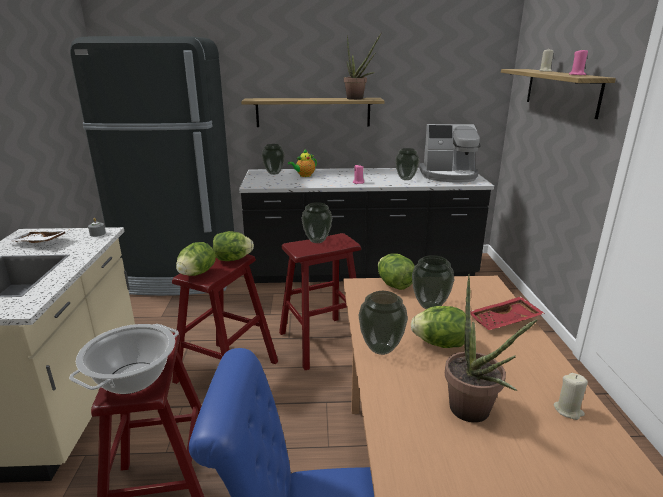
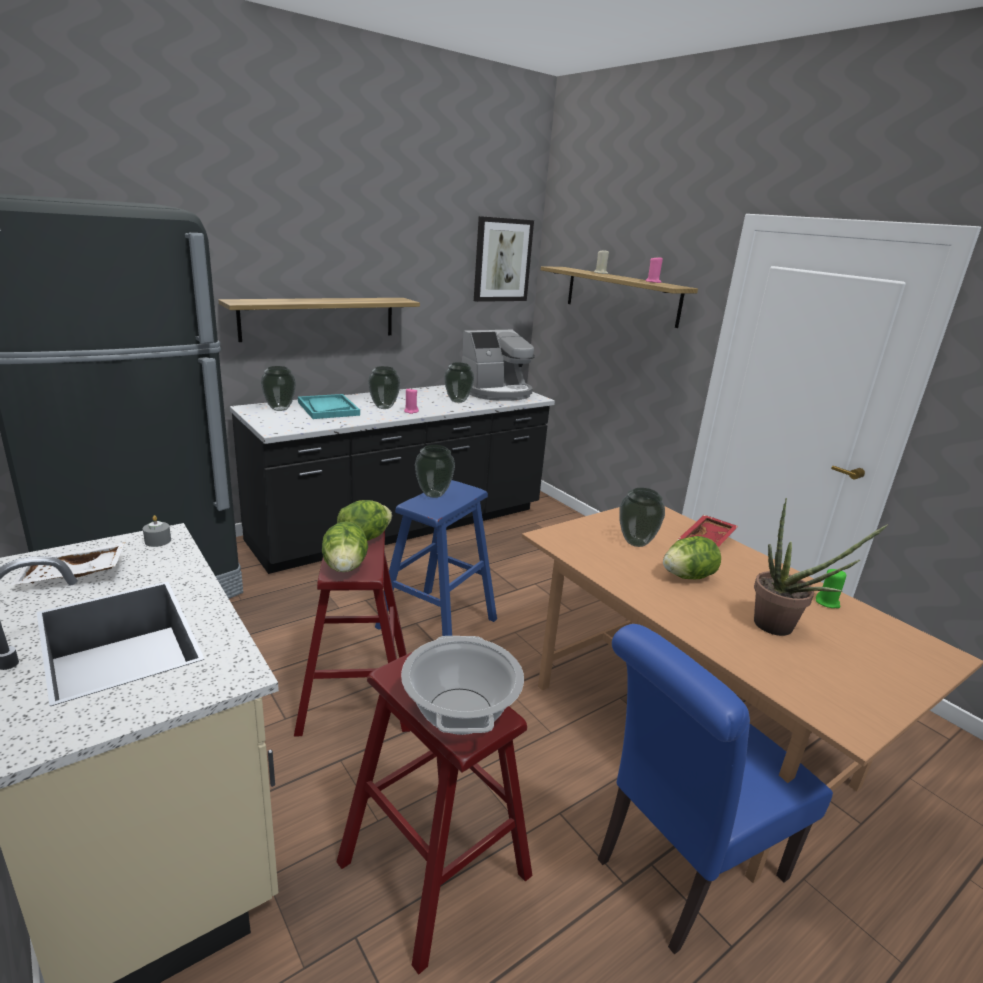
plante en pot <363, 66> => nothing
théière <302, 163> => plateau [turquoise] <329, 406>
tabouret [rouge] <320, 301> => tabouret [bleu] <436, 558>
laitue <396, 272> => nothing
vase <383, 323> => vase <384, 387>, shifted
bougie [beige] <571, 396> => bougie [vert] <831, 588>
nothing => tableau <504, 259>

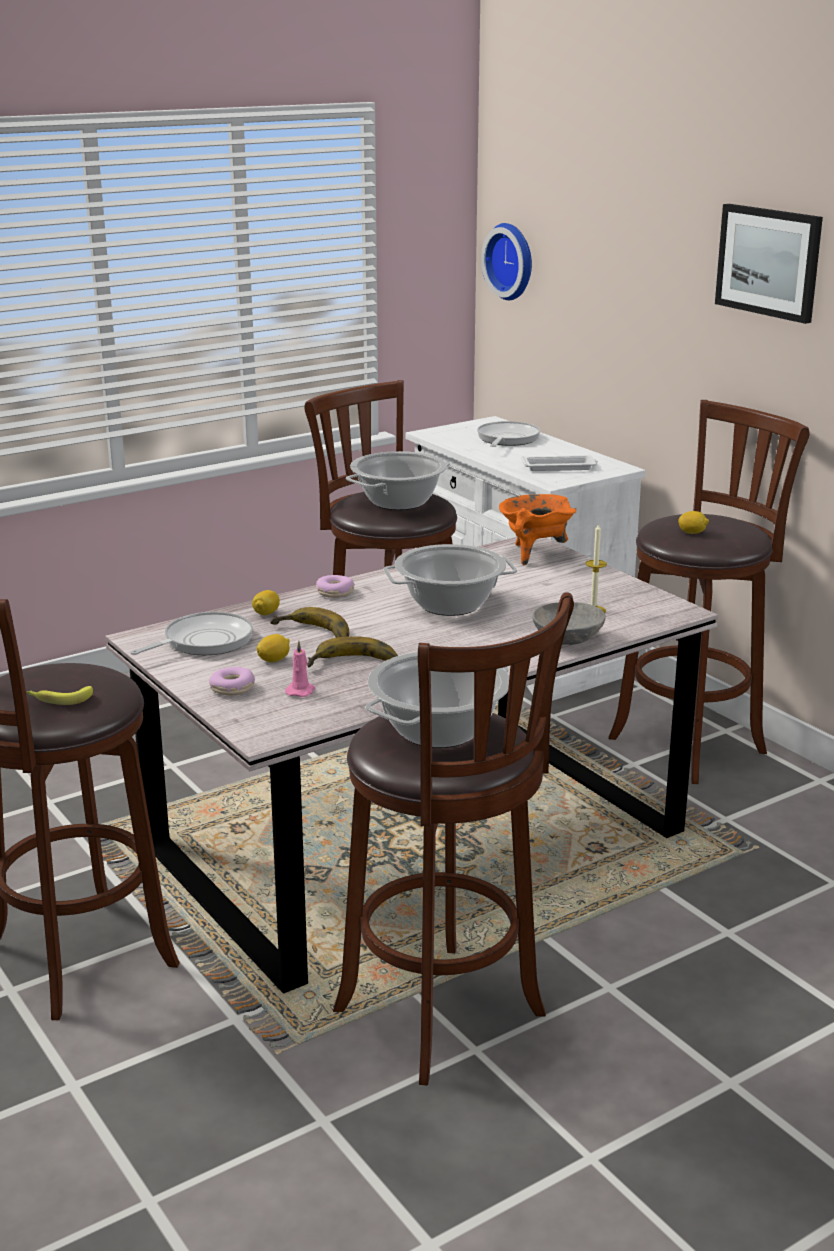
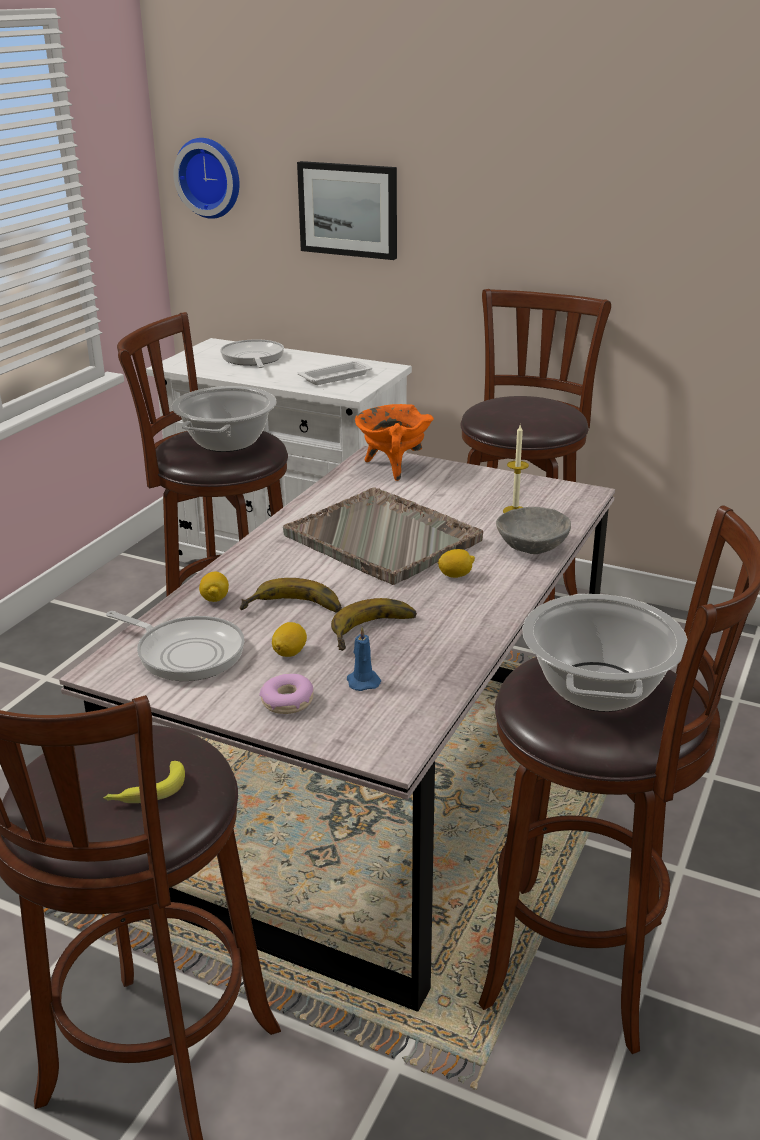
tableau <769, 264> => tableau <347, 210>, shifted
citron <693, 522> => citron <456, 563>, shifted
marmite <450, 580> => plateau [gris] <383, 536>
beignet <335, 586> => nothing
poêle <191, 633> => poêle <175, 646>, 105 degrees clockwise
bougie [rose] <300, 669> => bougie [bleu] <364, 658>

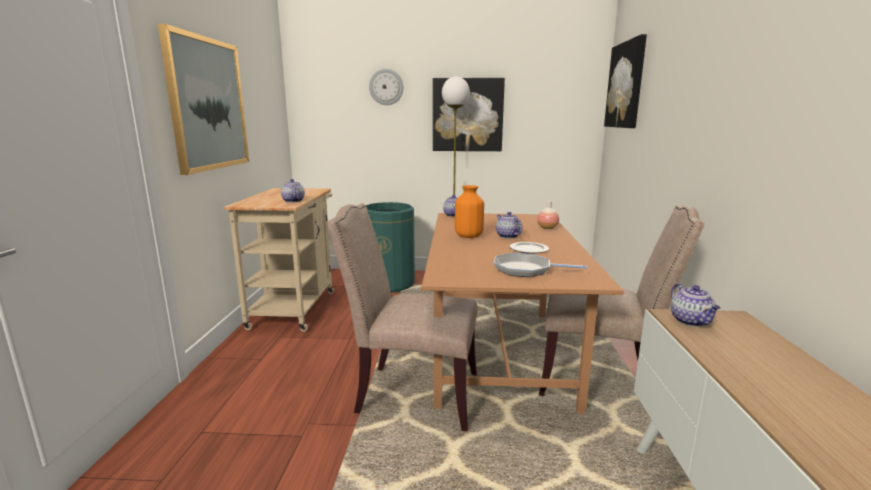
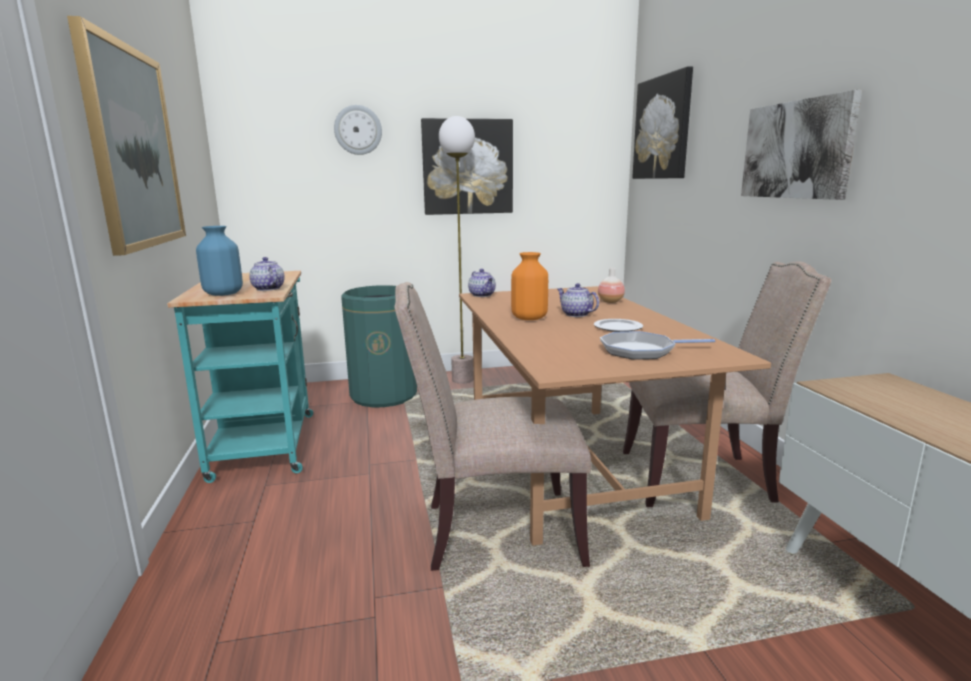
chariot [beige] <279, 260> => chariot [turquoise] <240, 377>
théière <695, 305> => nothing
nothing => tableau <801, 145>
nothing => vase [bleu] <219, 261>

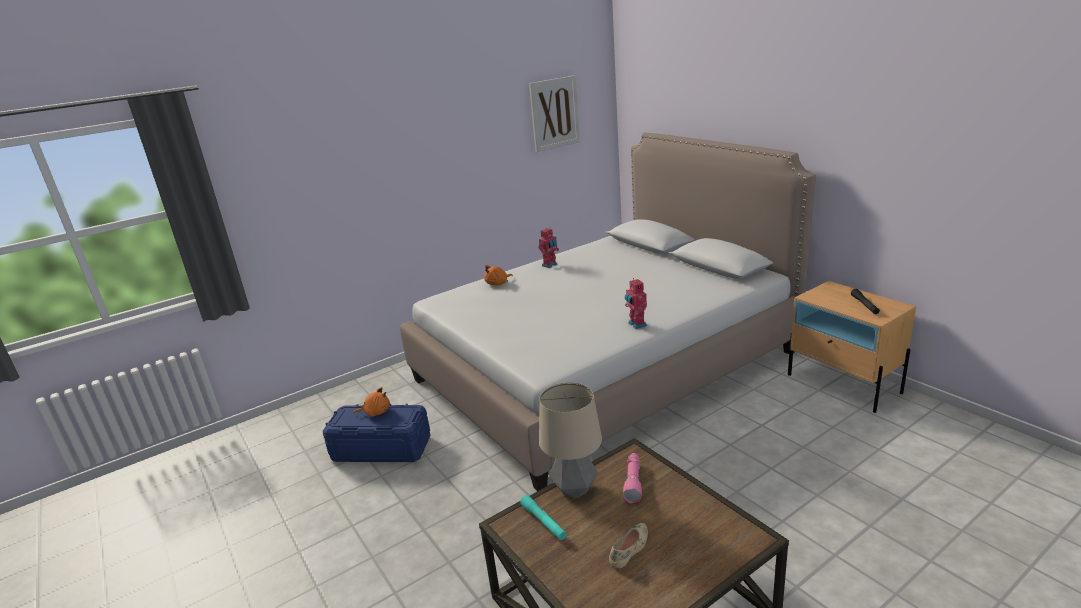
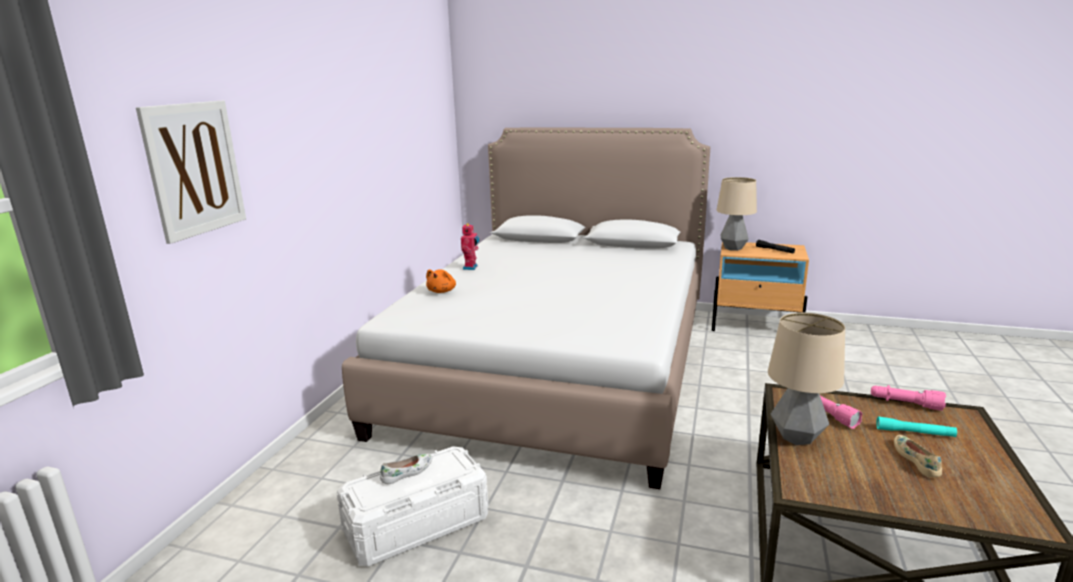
tableau <554, 113> => tableau <191, 172>, shifted
robot jouet <636, 303> => nothing
peluche [orange] <371, 402> => chaussure [blanc] <406, 469>
boîte de rangement [bleu] <377, 433> => boîte de rangement [blanc] <412, 506>
lampe de poche [turquoise] <543, 517> => lampe de poche [turquoise] <916, 426>, shifted
nothing => lampe de table <737, 214>
nothing => lampe de poche [rose] <908, 398>

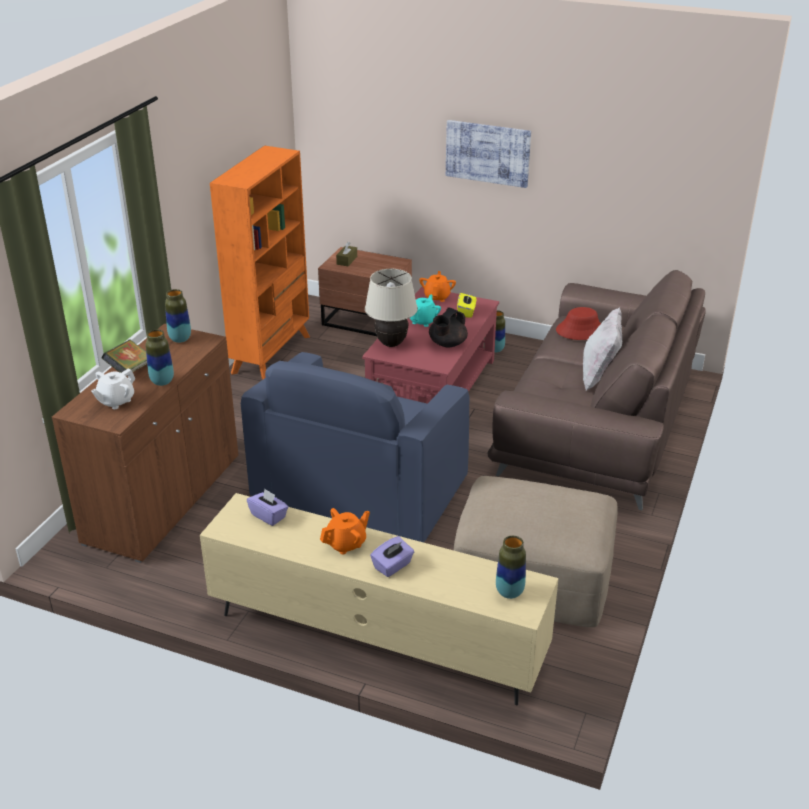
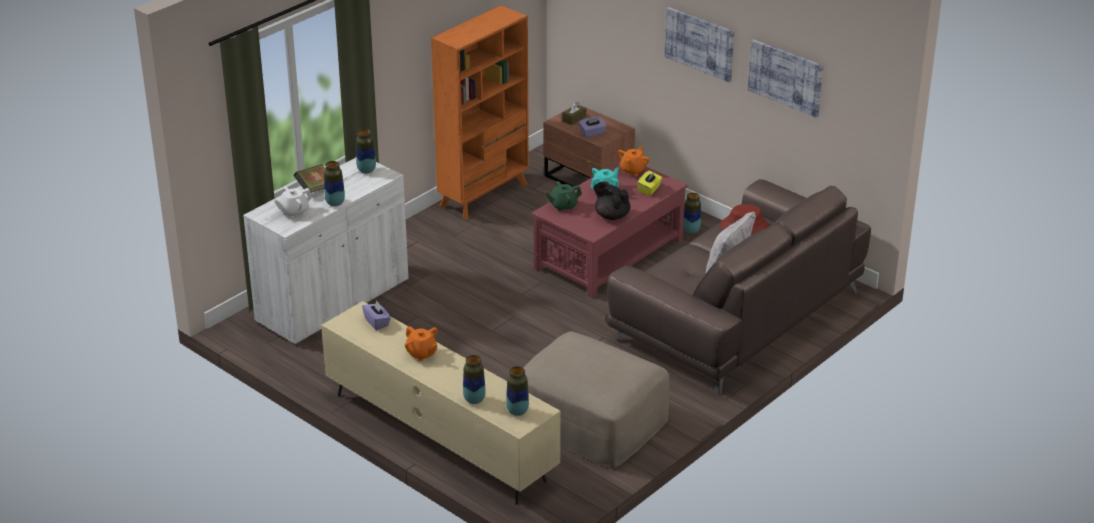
lampe de table [beige] <391, 308> => théière [vert] <563, 196>
théière [noir] <448, 327> => théière [noir] <611, 201>, 75 degrees clockwise
meuble de rangement [marron] <145, 443> => meuble de rangement [blanc] <326, 251>
fauteuil [bleu] <355, 447> => nothing
théière [orange] <345, 531> => théière [orange] <421, 343>, 60 degrees clockwise
boîte à mouchoirs [violet] <392, 556> => boîte à mouchoirs [violet] <592, 127>, shifted
nothing => tableau <785, 78>
nothing => vase <474, 379>

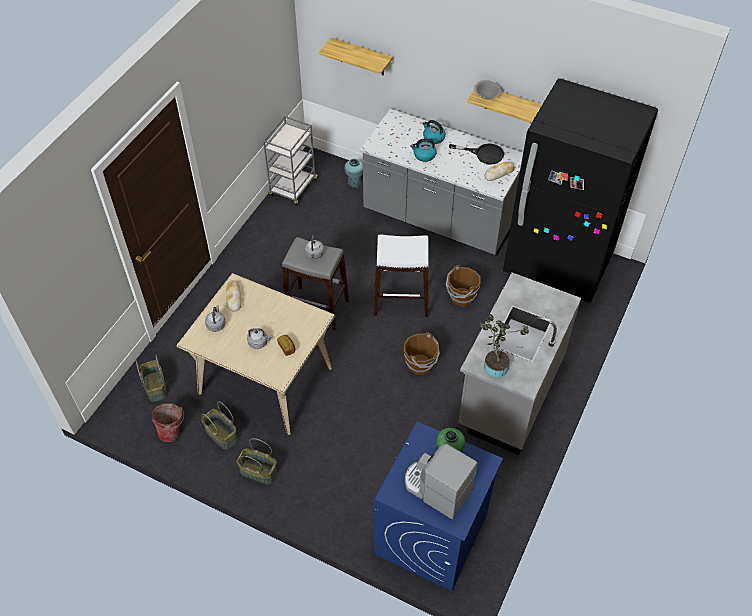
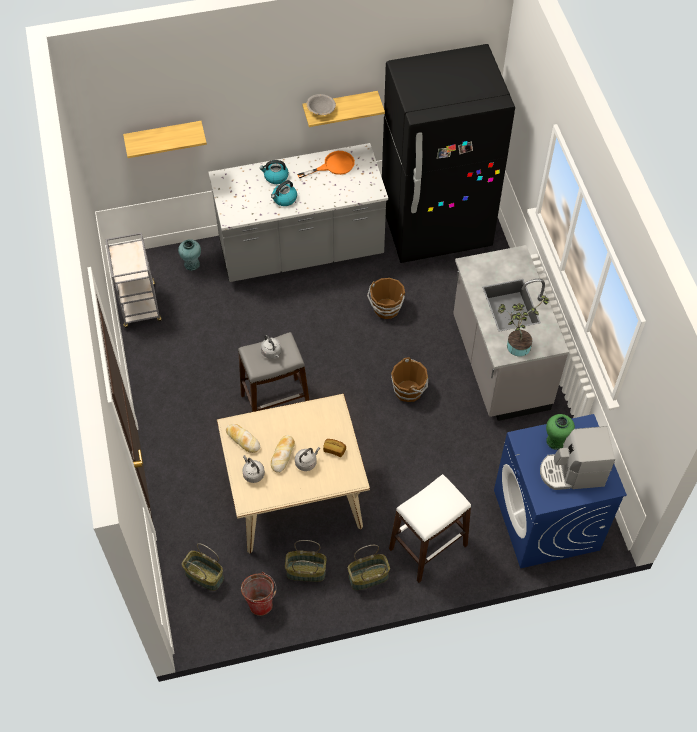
poêle [noir] <476, 154> => poêle [orange] <326, 164>
pain <500, 171> => pain <283, 454>, shifted
tabouret [blanc] <401, 276> => tabouret [blanc] <430, 528>, shifted

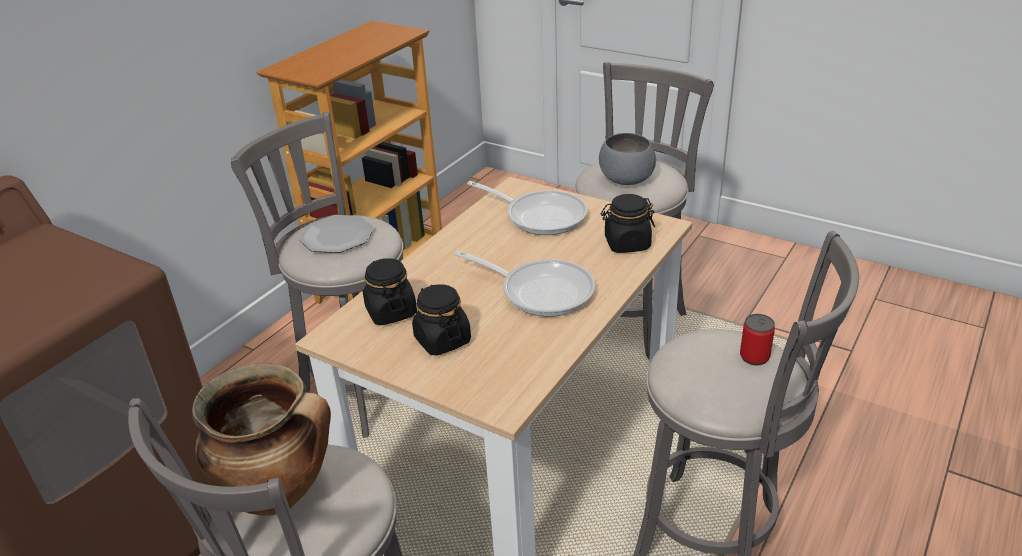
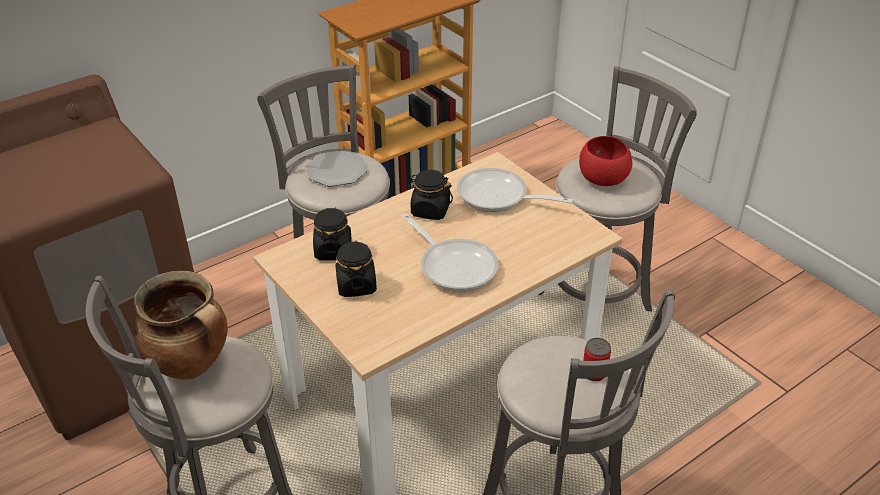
bol [gris] <627, 159> => bol [rouge] <605, 161>
poêle <527, 208> => poêle <515, 190>, 150 degrees clockwise
bocal [noir] <628, 223> => bocal [noir] <430, 195>, shifted

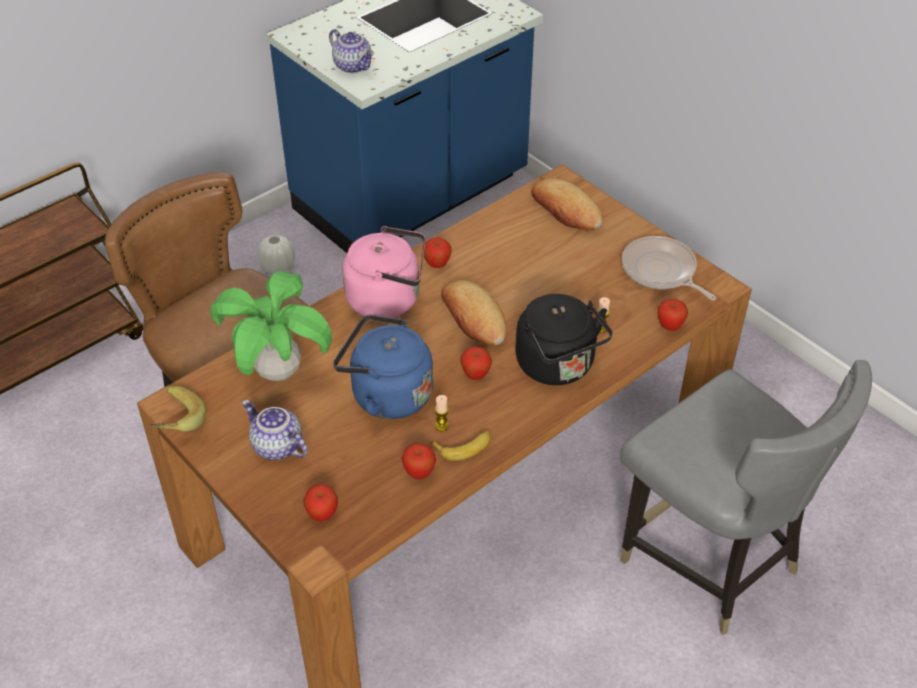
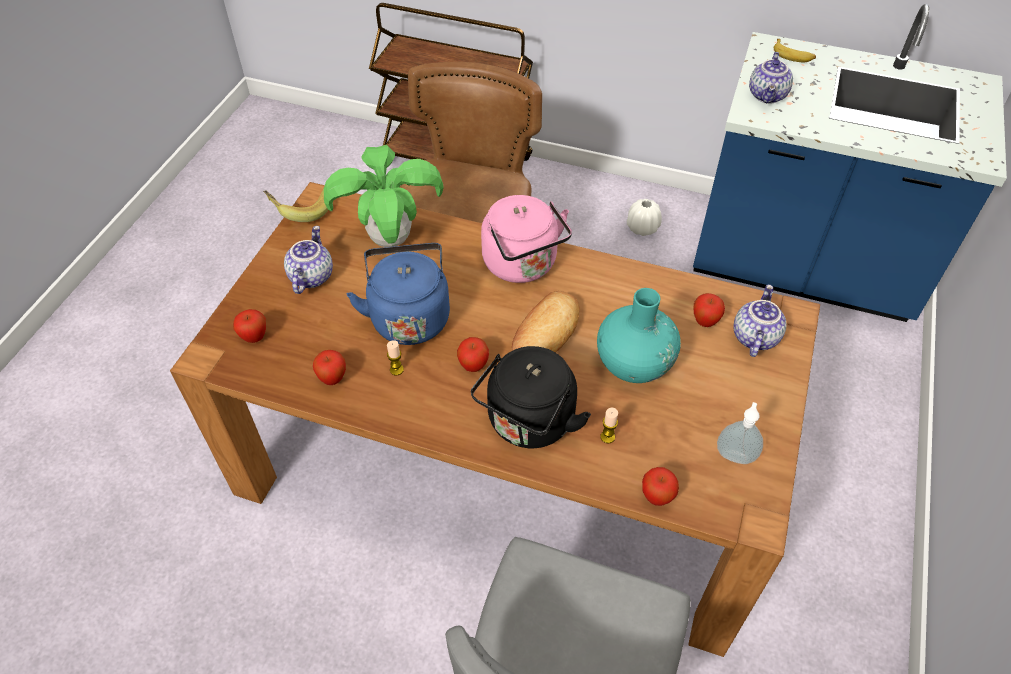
pain <567, 204> => théière <760, 321>
poêle <669, 268> => distributeur de savon <740, 433>
pomme <438, 252> => pomme <709, 310>, shifted
banane <460, 445> => banane <795, 50>, shifted
nothing => vase [turquoise] <639, 335>

